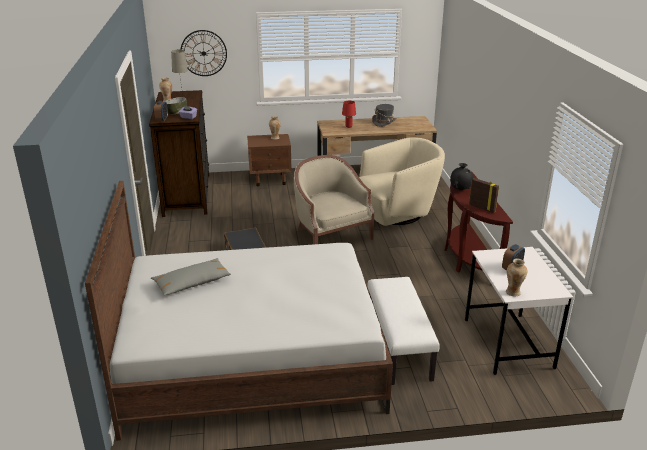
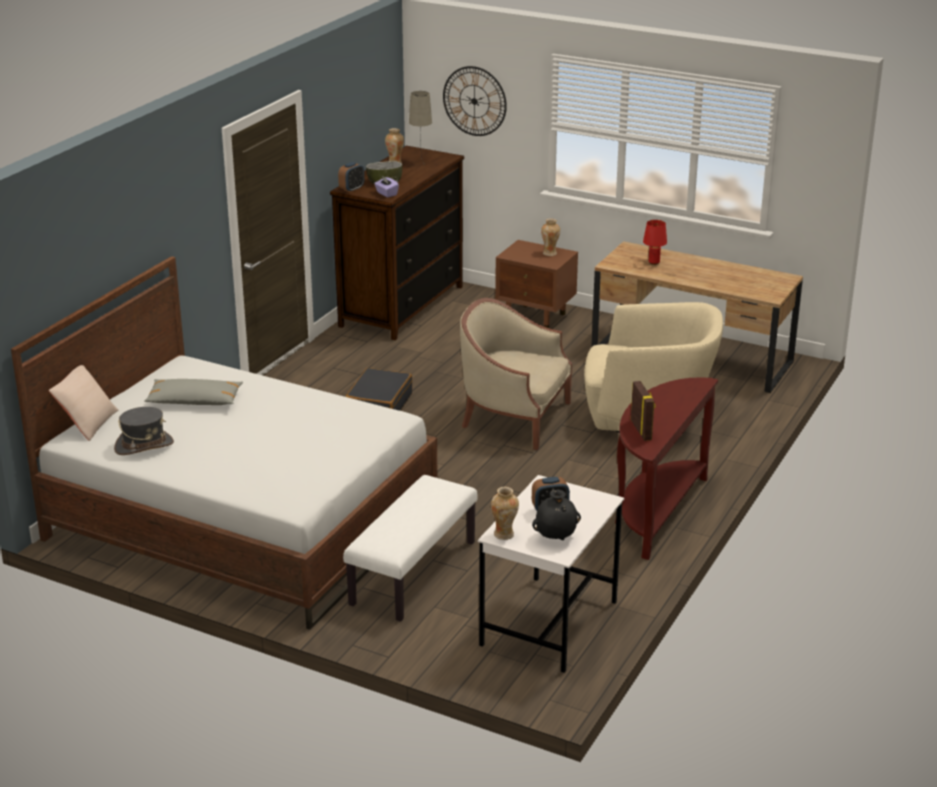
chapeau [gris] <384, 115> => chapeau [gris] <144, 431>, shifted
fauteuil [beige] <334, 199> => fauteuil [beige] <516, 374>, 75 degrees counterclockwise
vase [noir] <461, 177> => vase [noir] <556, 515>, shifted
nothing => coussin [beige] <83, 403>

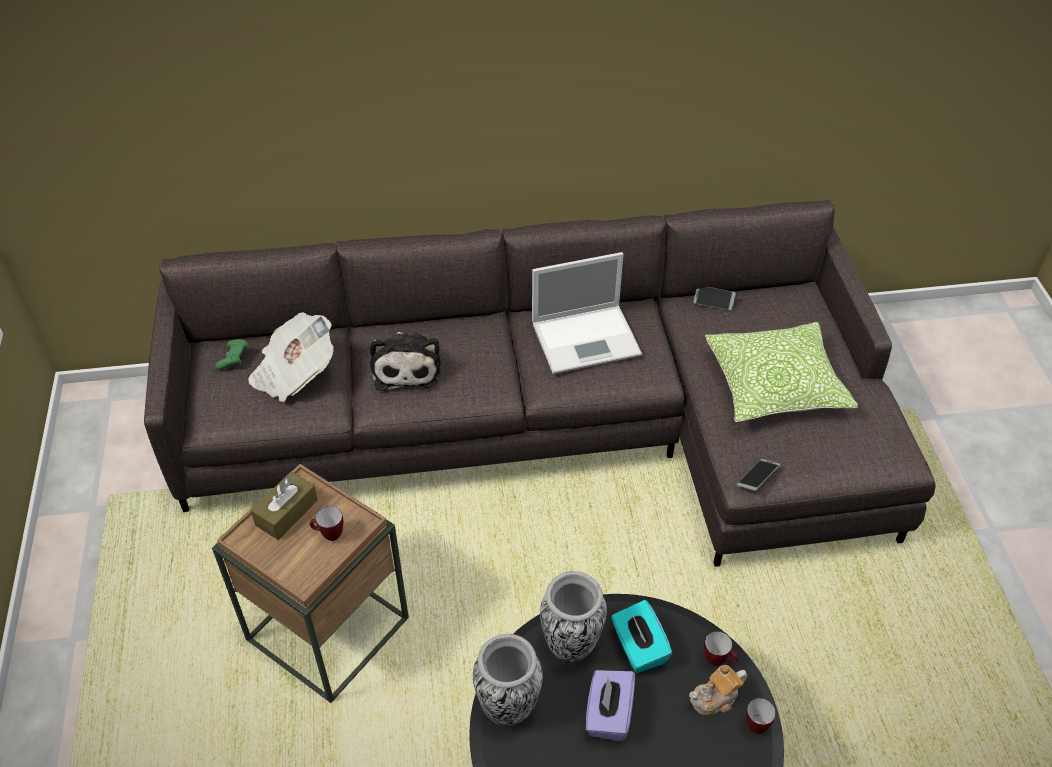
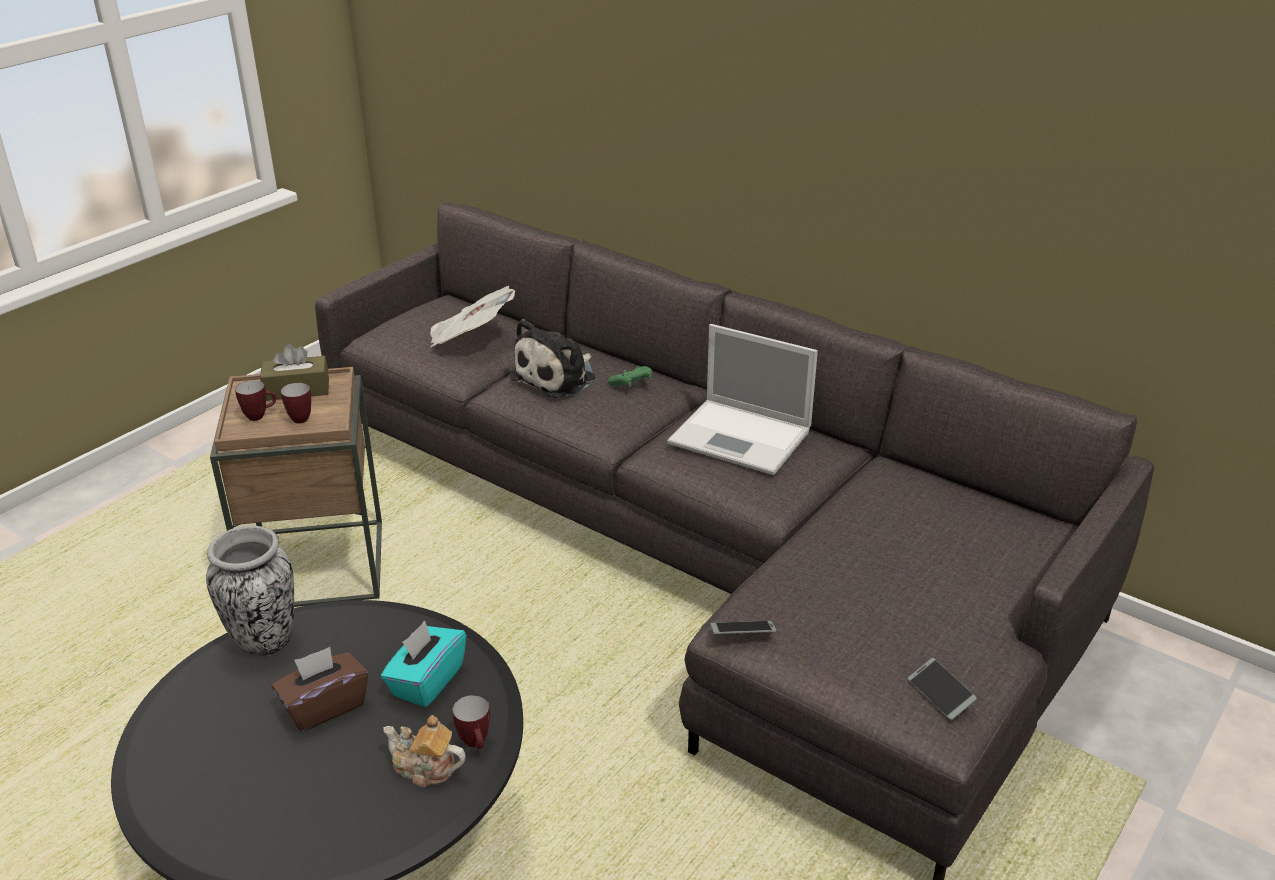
téléphone <714, 299> => téléphone <942, 689>, shifted
coussin <781, 372> => nothing
manette [vert] <232, 354> => manette [vert] <630, 376>, shifted
vase <573, 617> => nothing
boîte à mouchoirs [violet] <610, 705> => boîte à mouchoirs [marron] <320, 689>
mug <761, 715> => mug <255, 400>, shifted

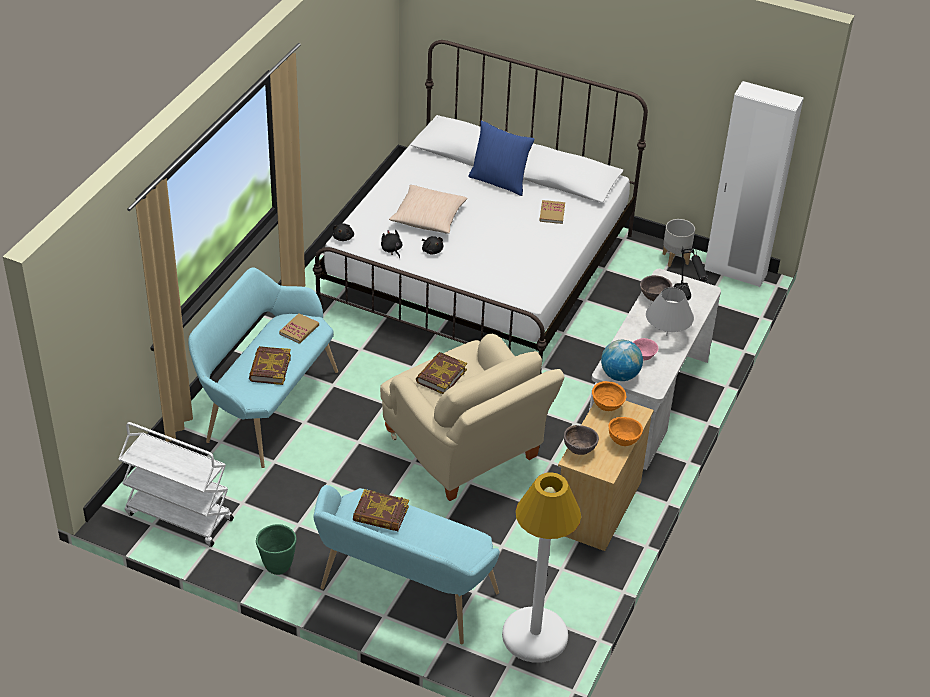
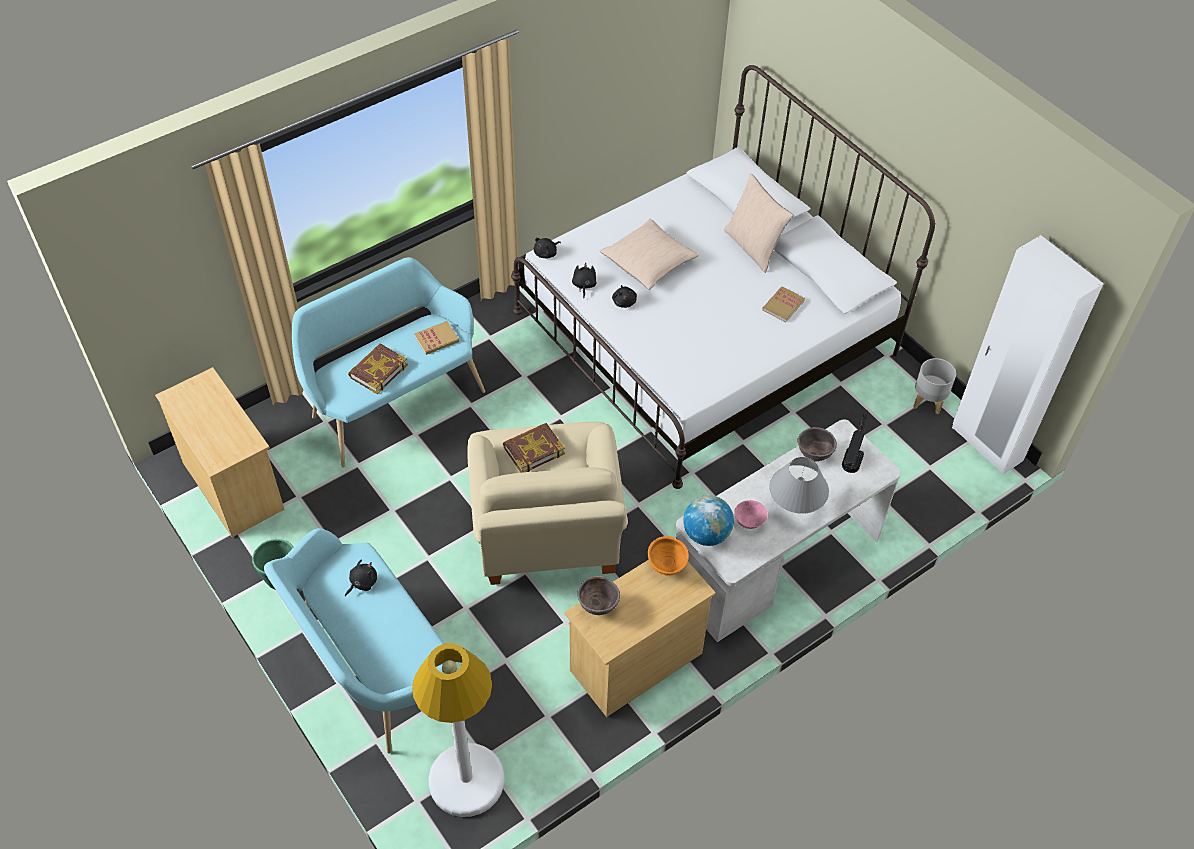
coussin [bleu] <501, 158> => coussin [beige] <758, 223>
bol [orange] <626, 431> => nothing
chariot [blanc] <176, 484> => commode [beige] <220, 452>
livre <381, 510> => peluche [noir] <361, 577>

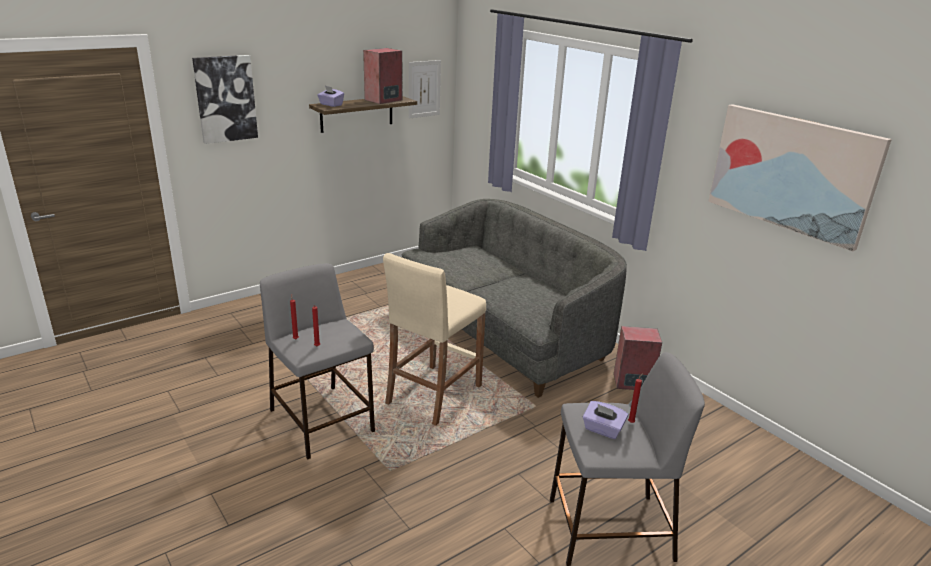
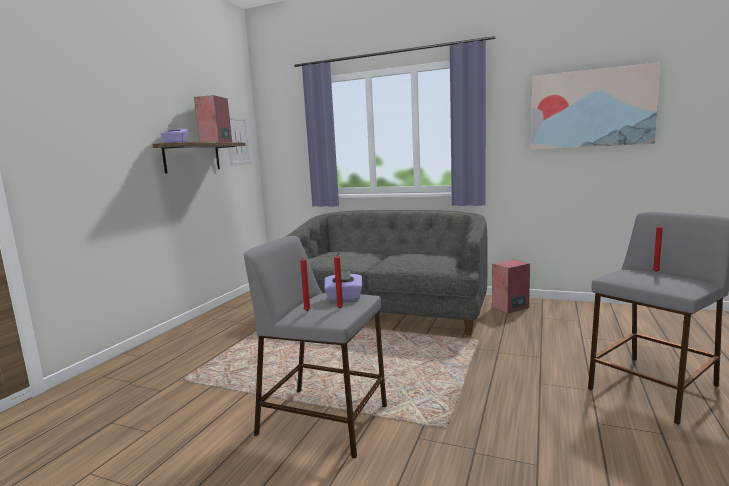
tableau <225, 99> => nothing
tabouret [beige] <434, 339> => nothing
boîte à mouchoirs [violet] <605, 420> => boîte à mouchoirs [violet] <343, 286>, shifted

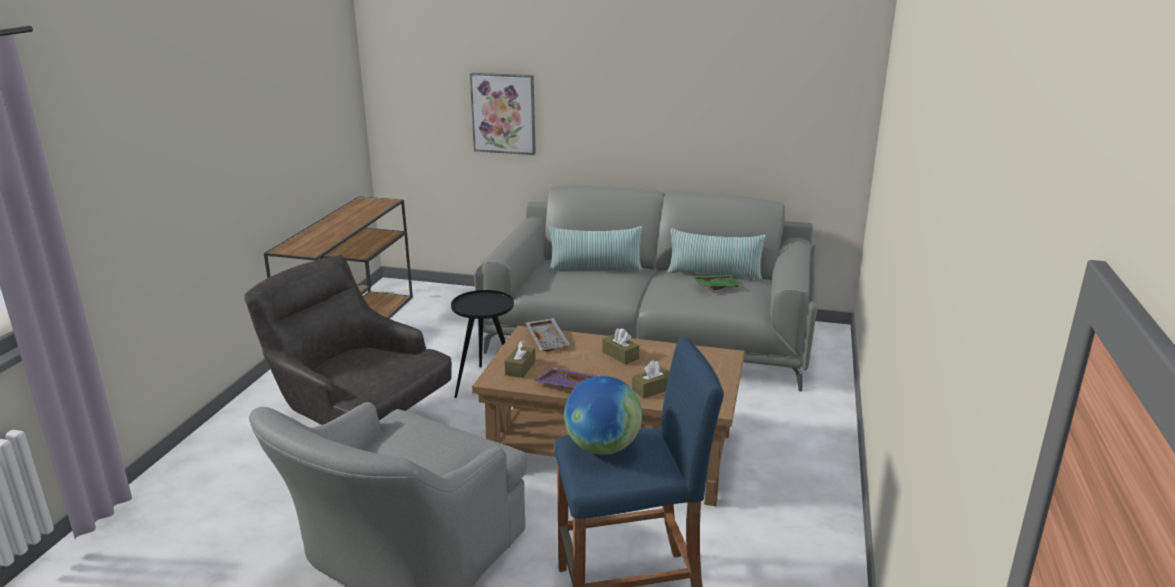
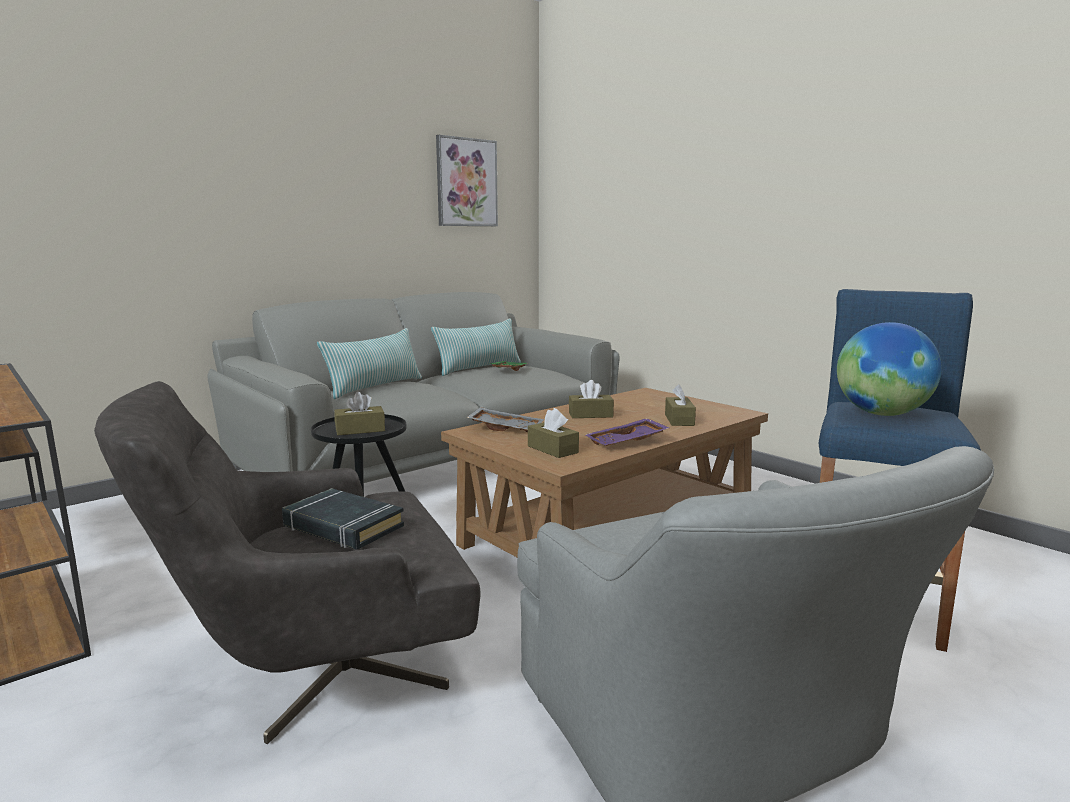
tableau <503, 114> => tableau <467, 180>, shifted
nothing => boîte à mouchoirs [marron] <359, 413>
nothing => livre [noir] <343, 519>

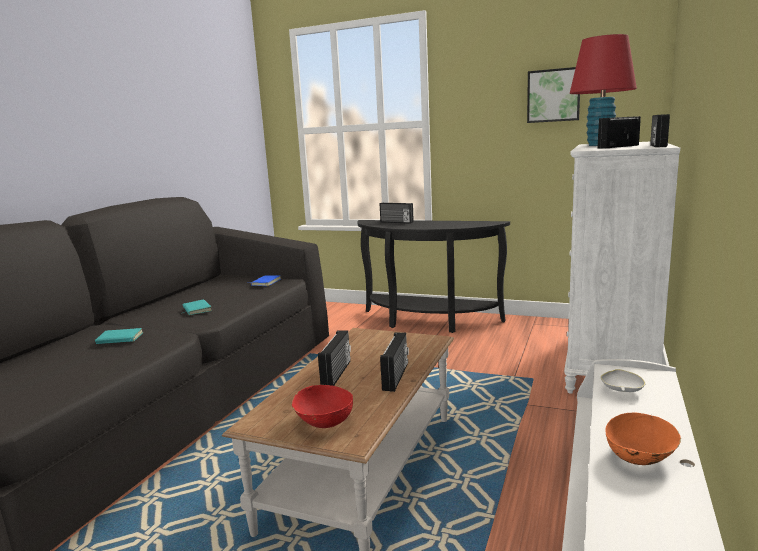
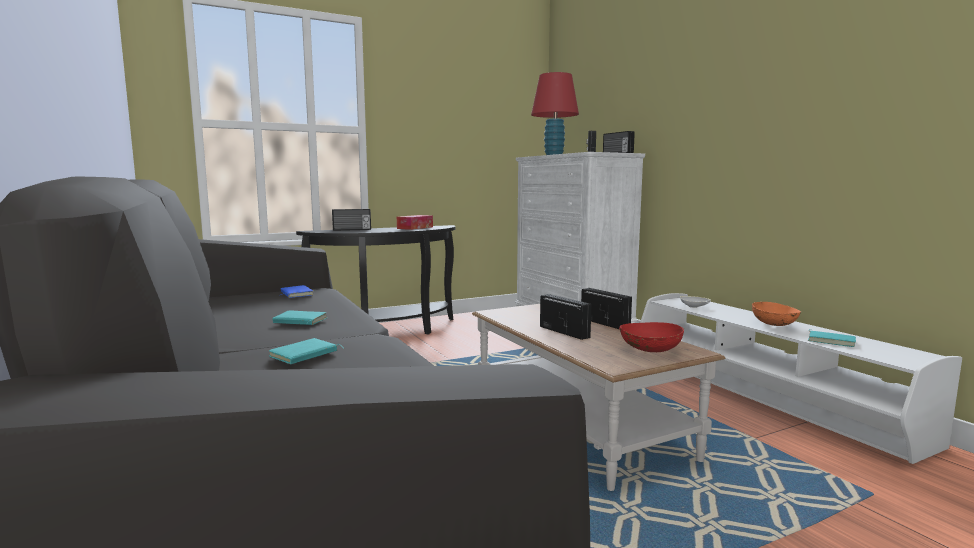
tableau <553, 95> => nothing
nothing => boîte à mouchoirs <415, 222>
nothing => livre [turquoise] <832, 338>

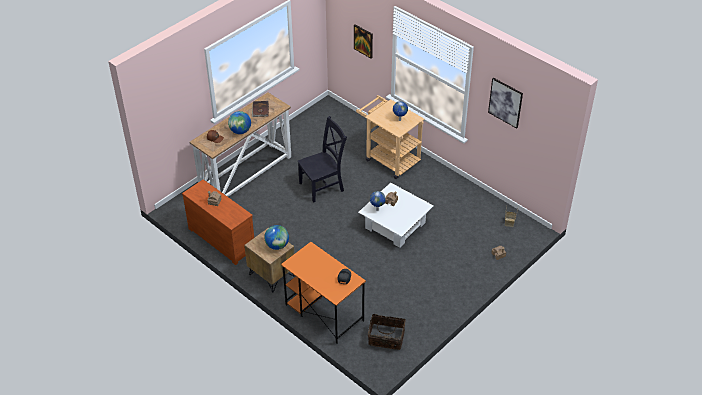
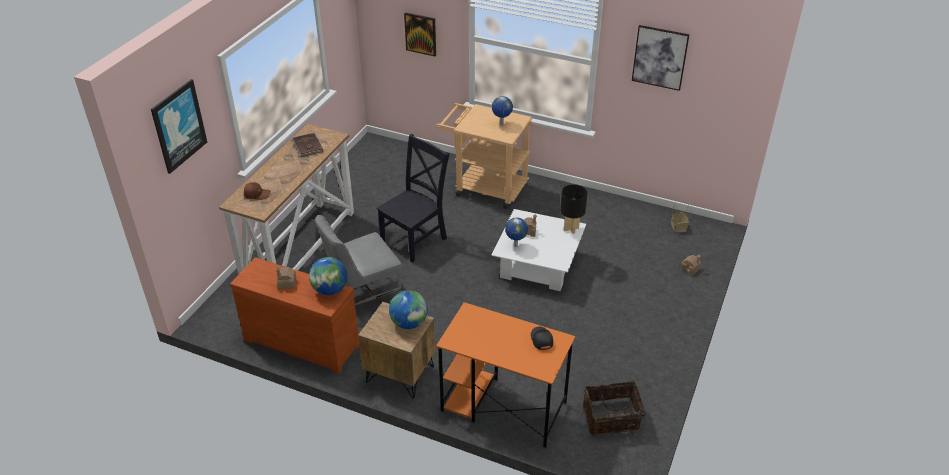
globe <239, 122> => globe <328, 276>, shifted
nothing => tableau <179, 126>
nothing => lampe de table [noir] <573, 209>
nothing => chaise [gris] <358, 260>

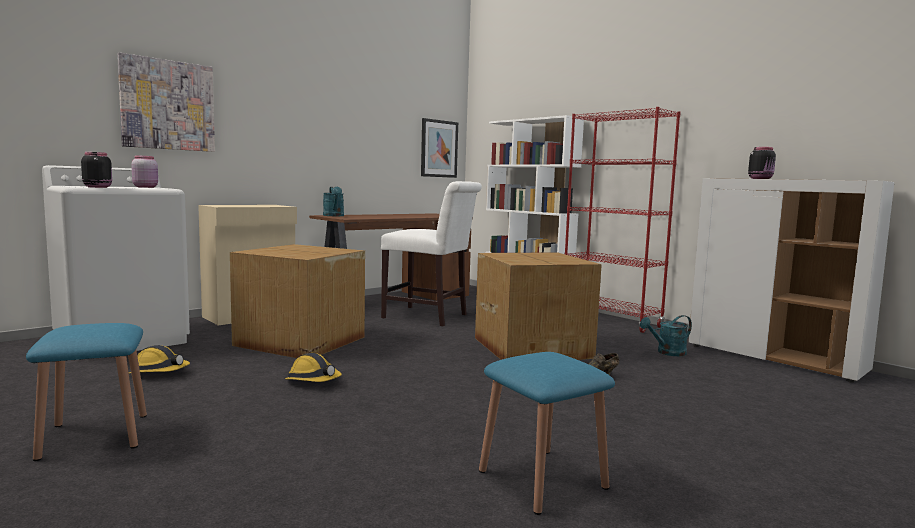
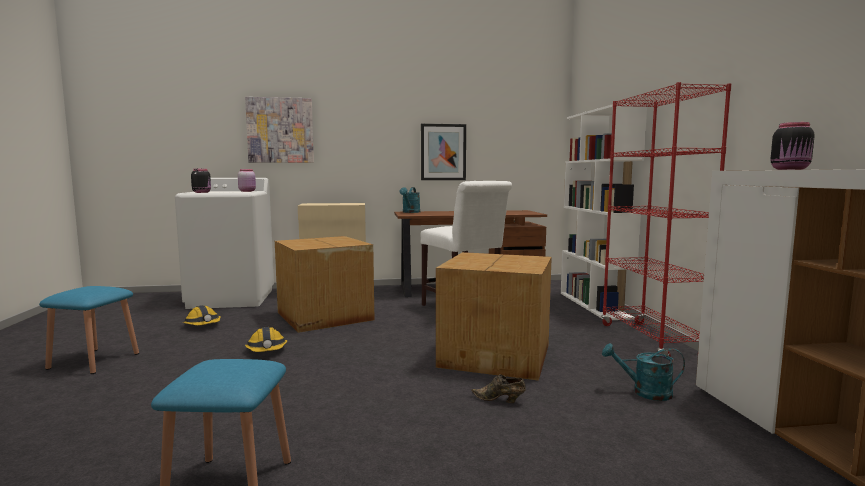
tableau <439, 148> => tableau <443, 152>, shifted

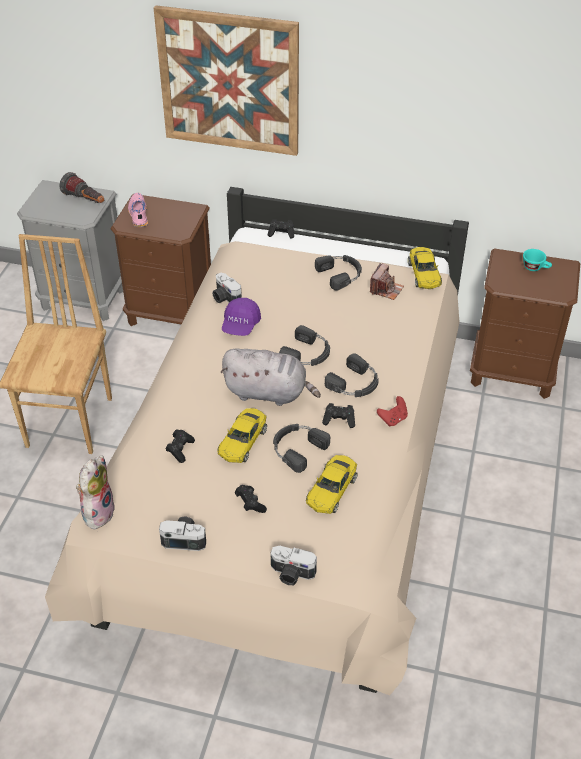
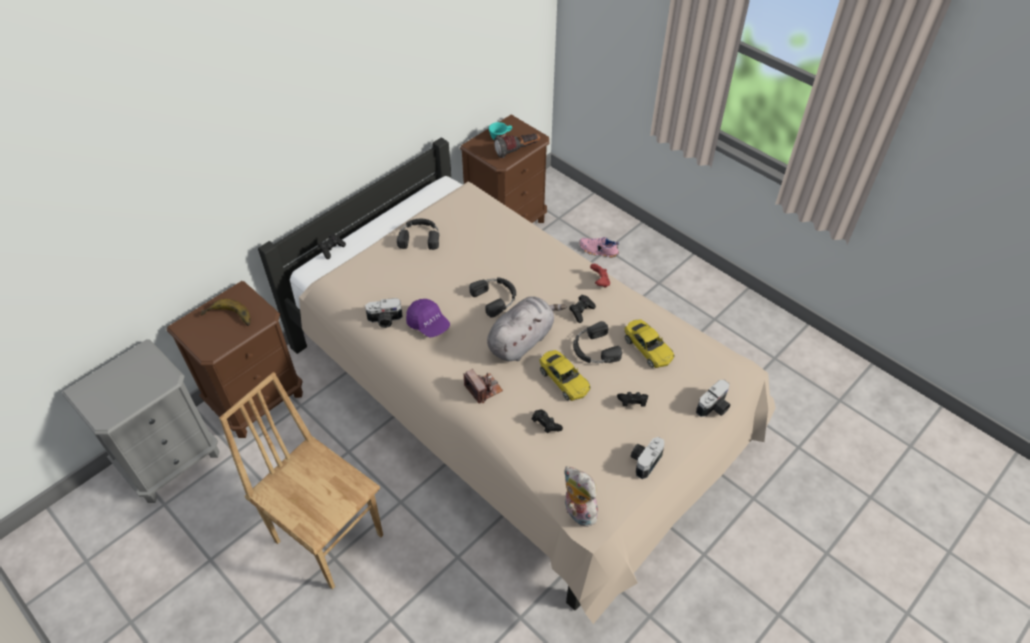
tableau <226, 80> => nothing
lampe de poche <82, 187> => lampe de poche <517, 146>, shifted
chaussure [rose] <138, 210> => chaussure [rose] <599, 247>, shifted
petite voiture [jaune] <425, 268> => nothing
appareil photo <387, 281> => appareil photo <483, 386>, shifted
casque audio [noir] <352, 375> => nothing
nothing => banane <225, 312>

